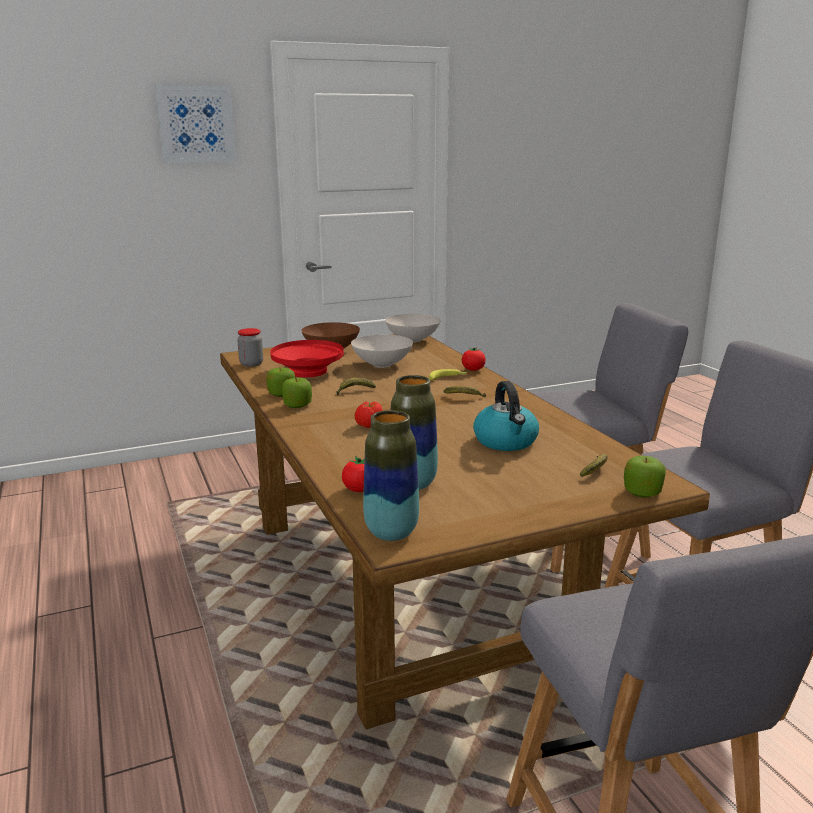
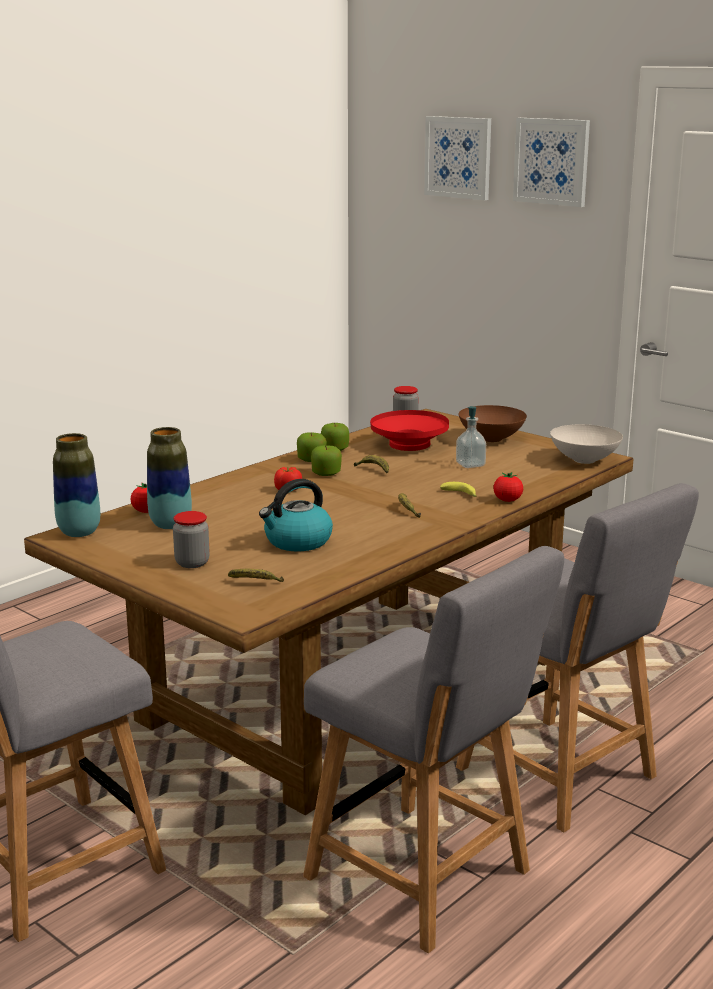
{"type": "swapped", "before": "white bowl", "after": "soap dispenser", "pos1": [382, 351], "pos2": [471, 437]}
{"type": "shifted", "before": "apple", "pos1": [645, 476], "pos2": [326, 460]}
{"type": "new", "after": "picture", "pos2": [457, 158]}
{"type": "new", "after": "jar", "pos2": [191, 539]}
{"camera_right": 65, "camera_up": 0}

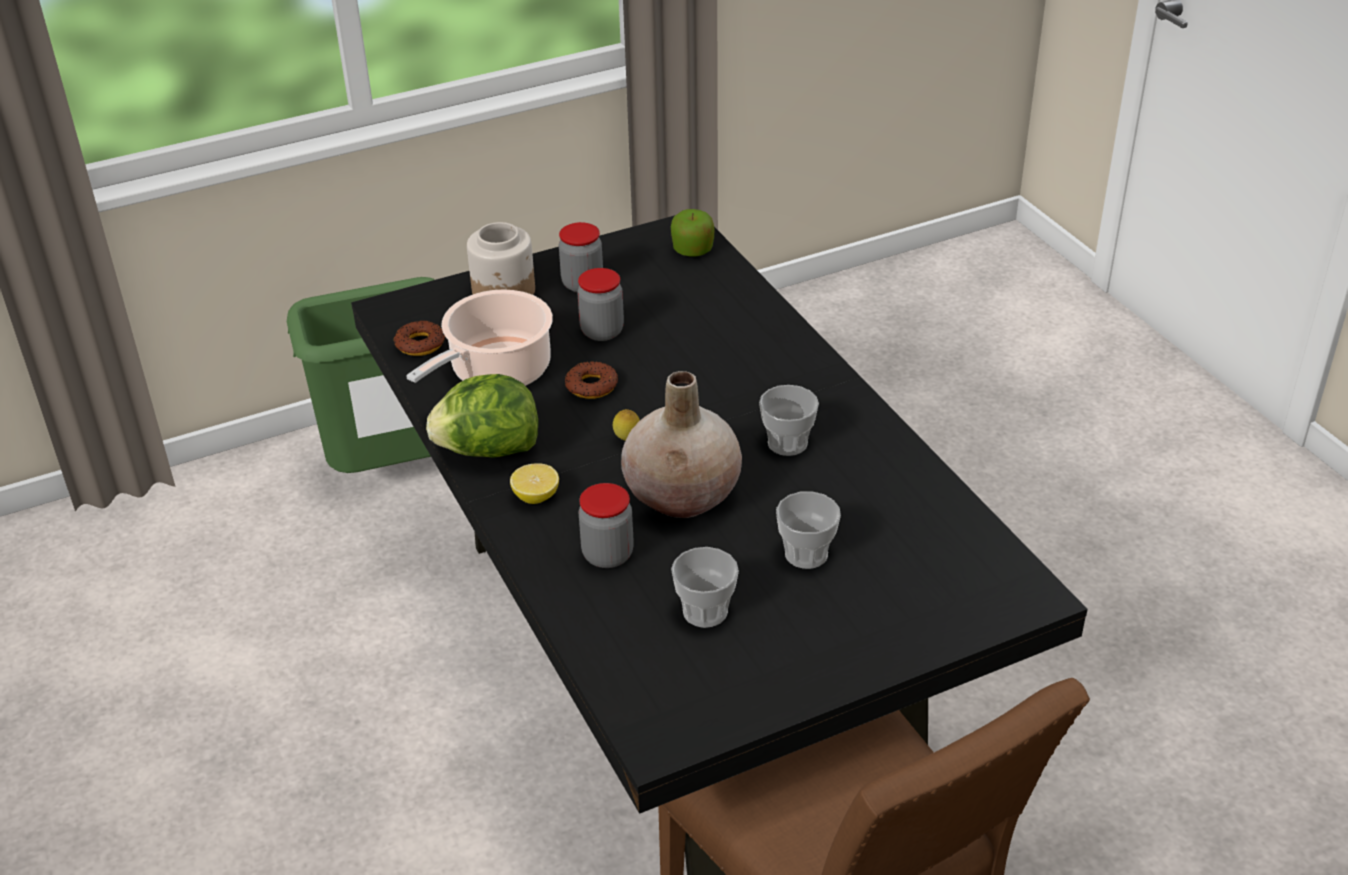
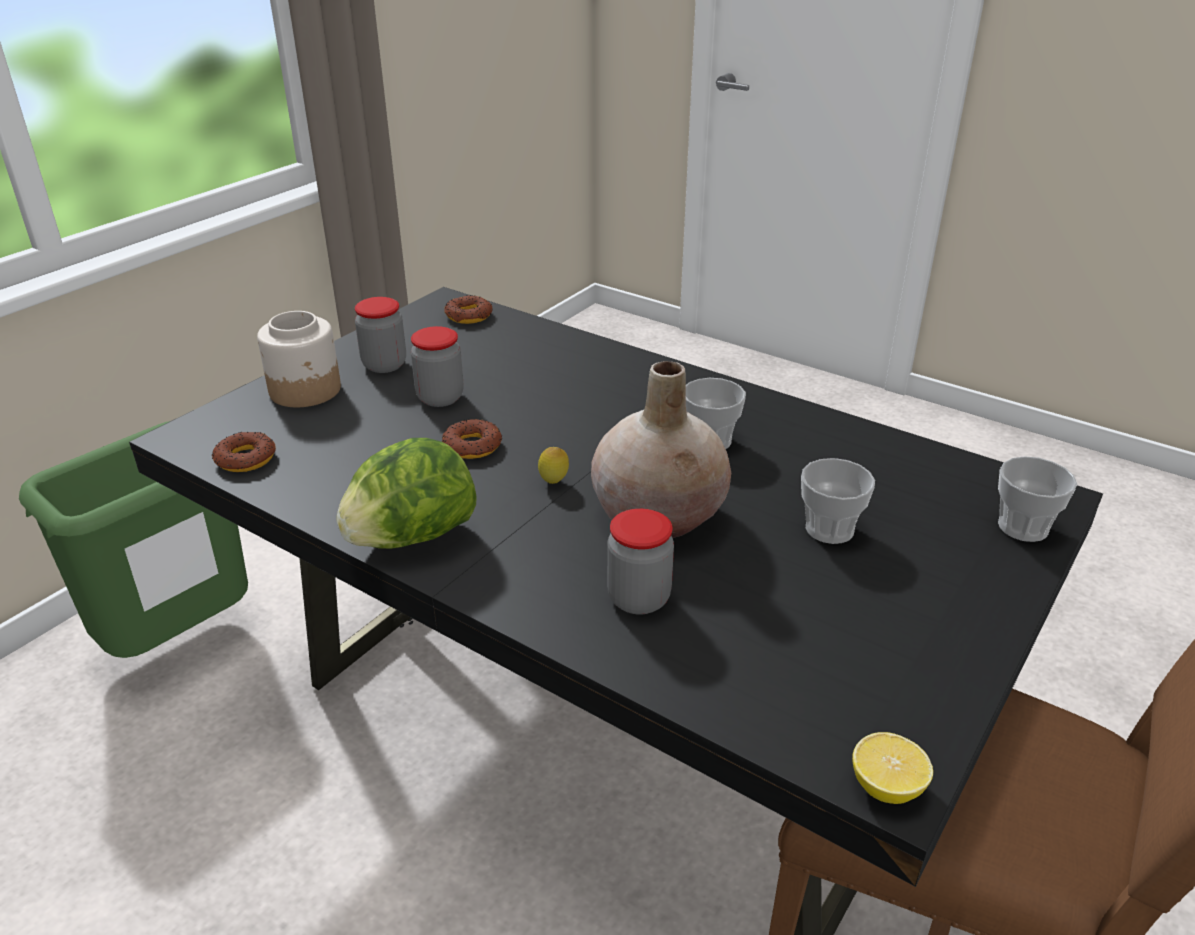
{"type": "swapped", "before": "apple", "after": "donut", "pos1": [692, 233], "pos2": [468, 309]}
{"type": "gone", "before": "cooking pot", "pos1": [479, 337]}
{"type": "shifted", "before": "lemon", "pos1": [534, 483], "pos2": [892, 768]}
{"type": "shifted", "before": "cup", "pos1": [705, 587], "pos2": [1037, 499]}
{"camera_right": -30, "camera_up": -5}

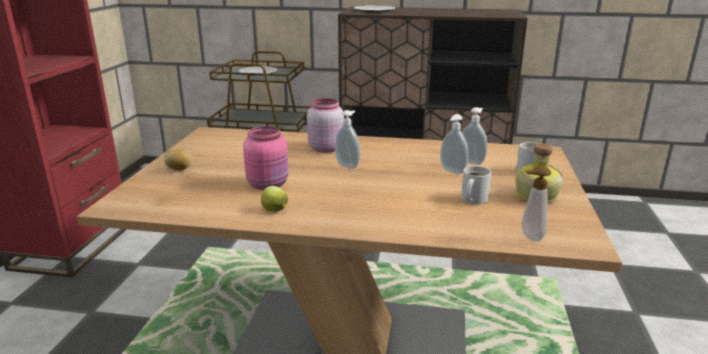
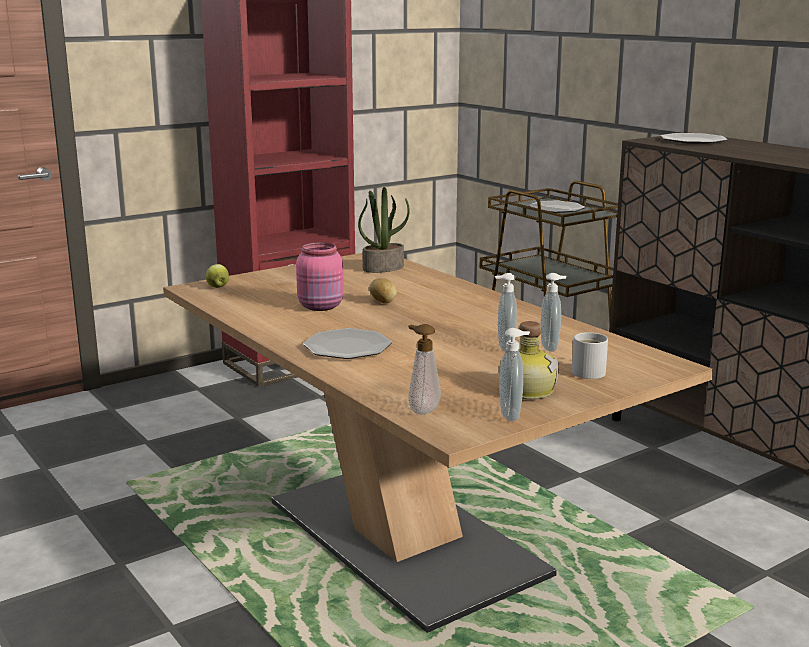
{"type": "gone", "before": "pink jar", "pos1": [325, 125]}
{"type": "shifted", "before": "soap dispenser", "pos1": [347, 139], "pos2": [514, 374]}
{"type": "shifted", "before": "potato", "pos1": [178, 159], "pos2": [383, 291]}
{"type": "gone", "before": "white mug", "pos1": [476, 185]}
{"type": "shifted", "before": "apple", "pos1": [274, 199], "pos2": [217, 276]}
{"type": "new", "after": "potted plant", "pos2": [384, 230]}
{"type": "new", "after": "plate", "pos2": [347, 343]}
{"camera_right": 45, "camera_up": -5}

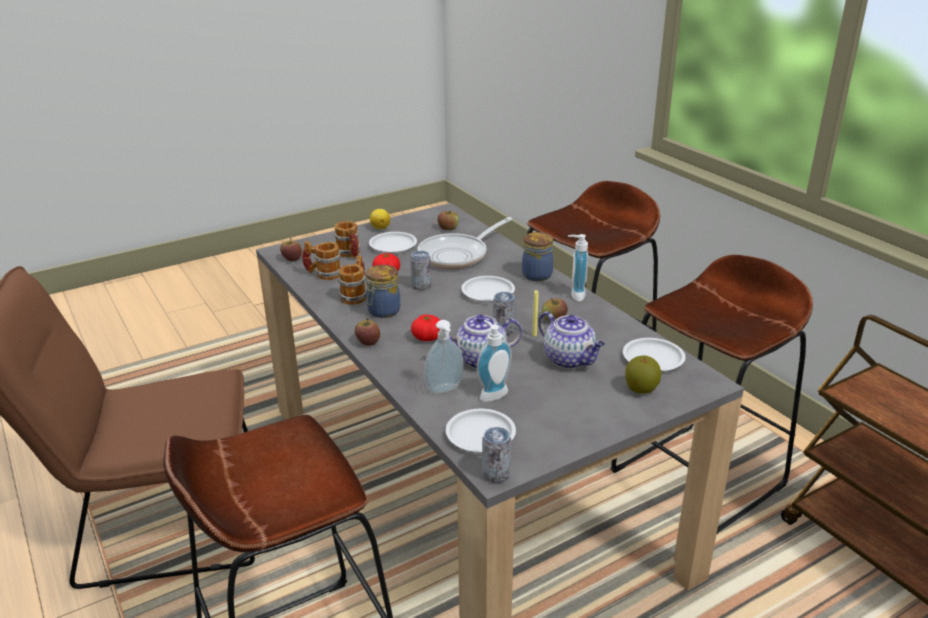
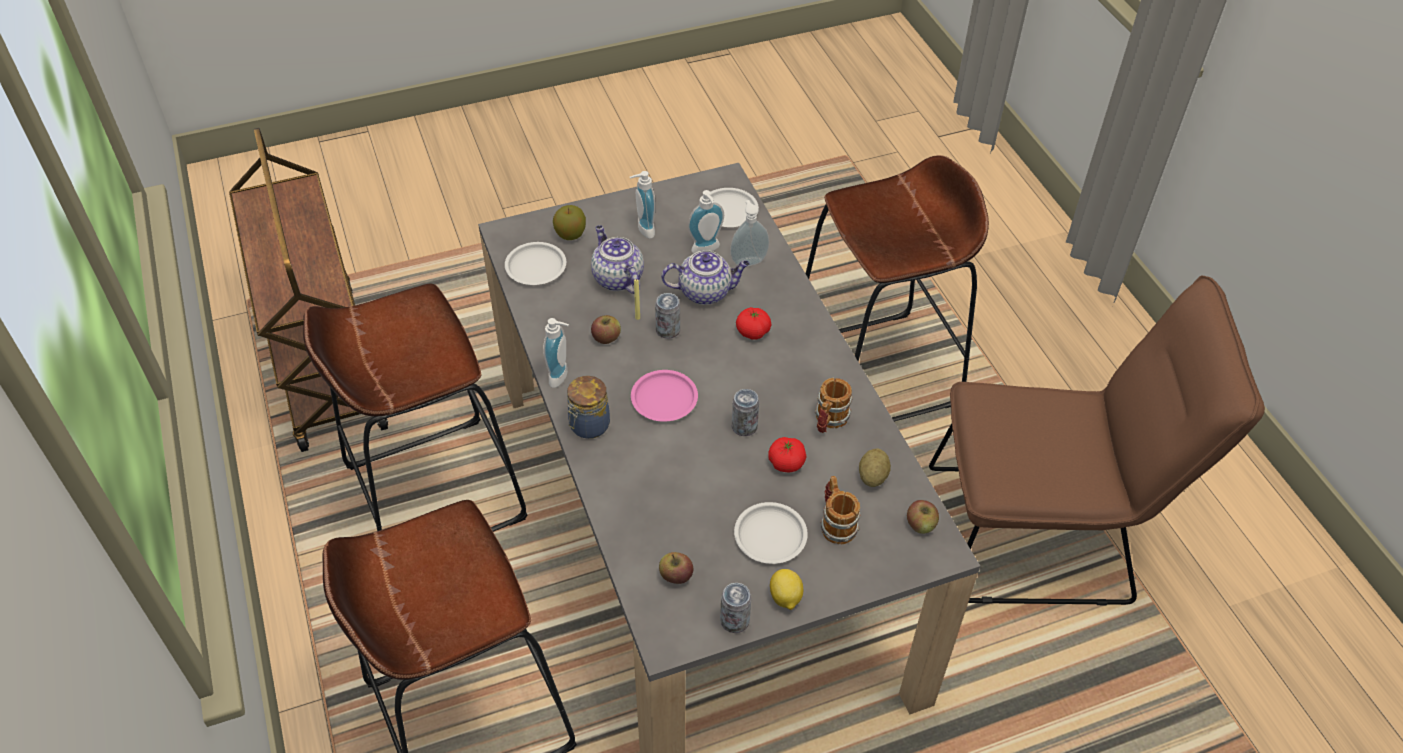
{"type": "gone", "before": "frying pan", "pos1": [465, 243]}
{"type": "swapped", "before": "mug", "after": "potato", "pos1": [322, 260], "pos2": [875, 468]}
{"type": "gone", "before": "jar", "pos1": [383, 291]}
{"type": "repainted", "before": "white plate", "after": "pink plate", "pos1": [488, 289], "pos2": [664, 396]}
{"type": "gone", "before": "apple", "pos1": [367, 332]}
{"type": "shifted", "before": "can", "pos1": [496, 455], "pos2": [736, 608]}
{"type": "new", "after": "soap dispenser", "pos2": [643, 205]}
{"camera_right": -170, "camera_up": 20}

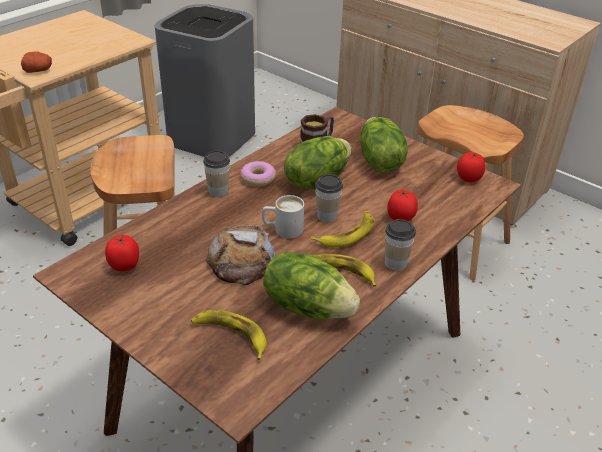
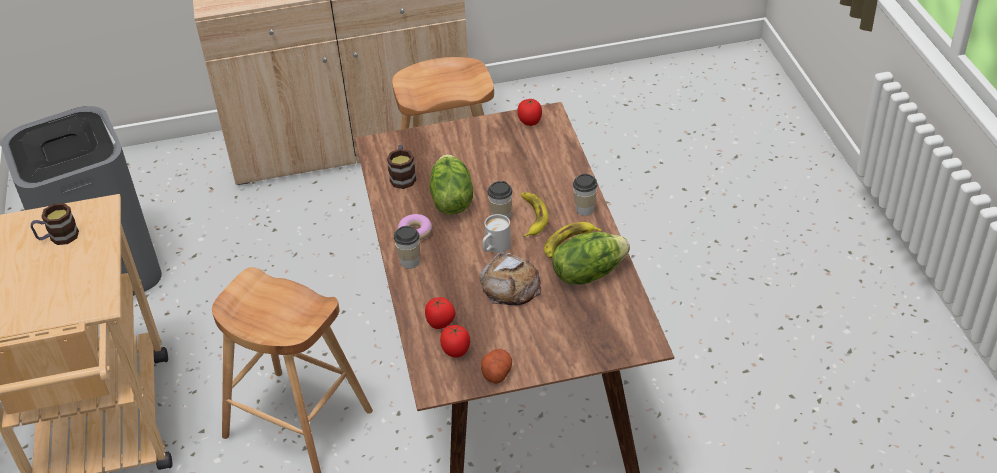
{"type": "shifted", "before": "potato", "pos1": [36, 62], "pos2": [496, 366]}
{"type": "gone", "before": "lettuce", "pos1": [384, 145]}
{"type": "shifted", "before": "tomato", "pos1": [402, 205], "pos2": [440, 313]}
{"type": "gone", "before": "banana", "pos1": [229, 335]}
{"type": "new", "after": "mug", "pos2": [55, 224]}
{"camera_right": -50, "camera_up": 5}

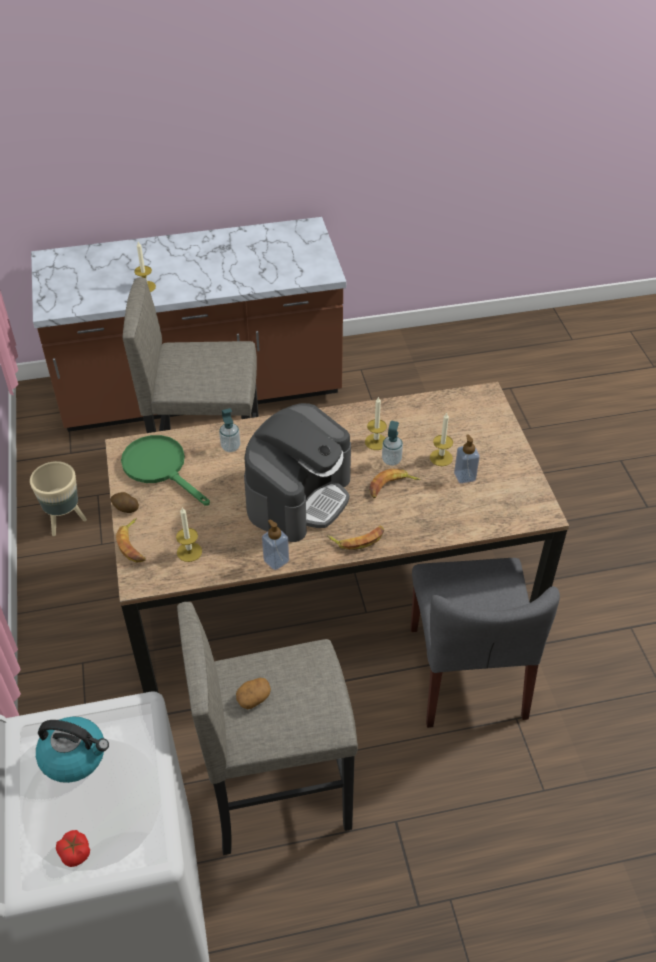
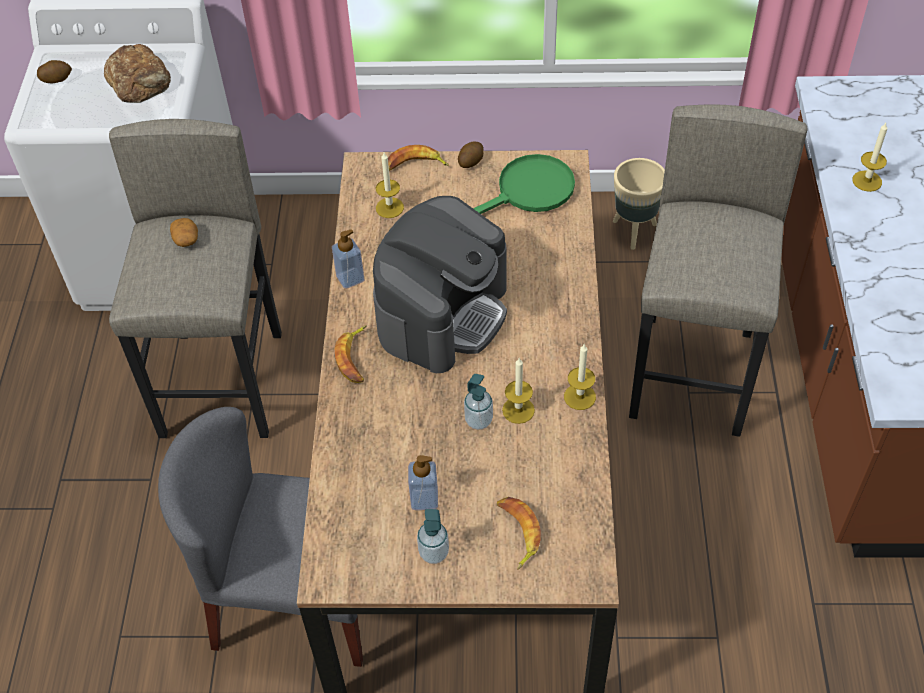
{"type": "rotated", "before": "coffee machine", "pos1": [297, 472], "pos2": [440, 284], "turn": -105}
{"type": "shifted", "before": "soap dispenser", "pos1": [230, 430], "pos2": [433, 536]}
{"type": "shifted", "before": "candle", "pos1": [441, 439], "pos2": [580, 377]}
{"type": "shifted", "before": "banana", "pos1": [395, 483], "pos2": [519, 533]}
{"type": "swapped", "before": "kettle", "after": "bread", "pos1": [72, 749], "pos2": [137, 73]}
{"type": "swapped", "before": "tomato", "after": "potato", "pos1": [73, 848], "pos2": [54, 71]}
{"camera_right": 105, "camera_up": 5}

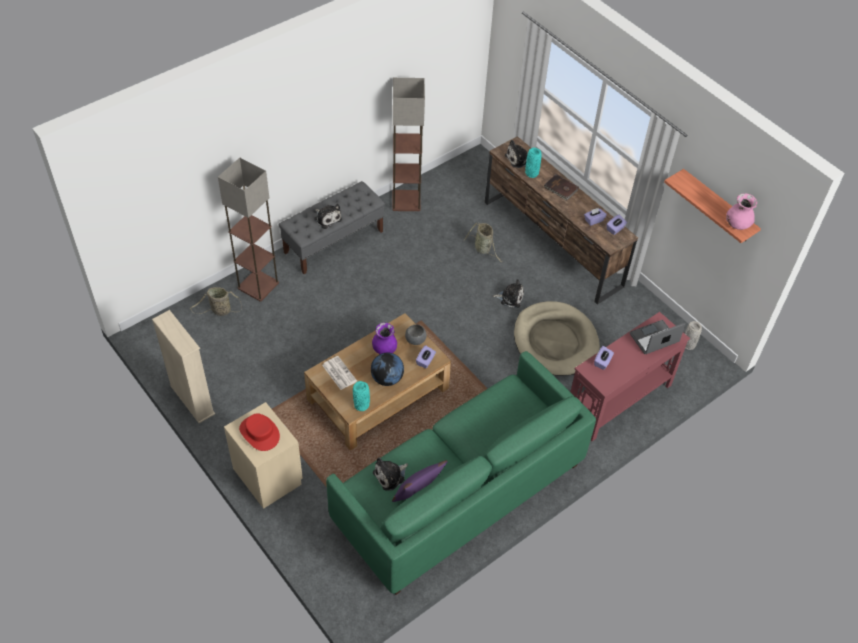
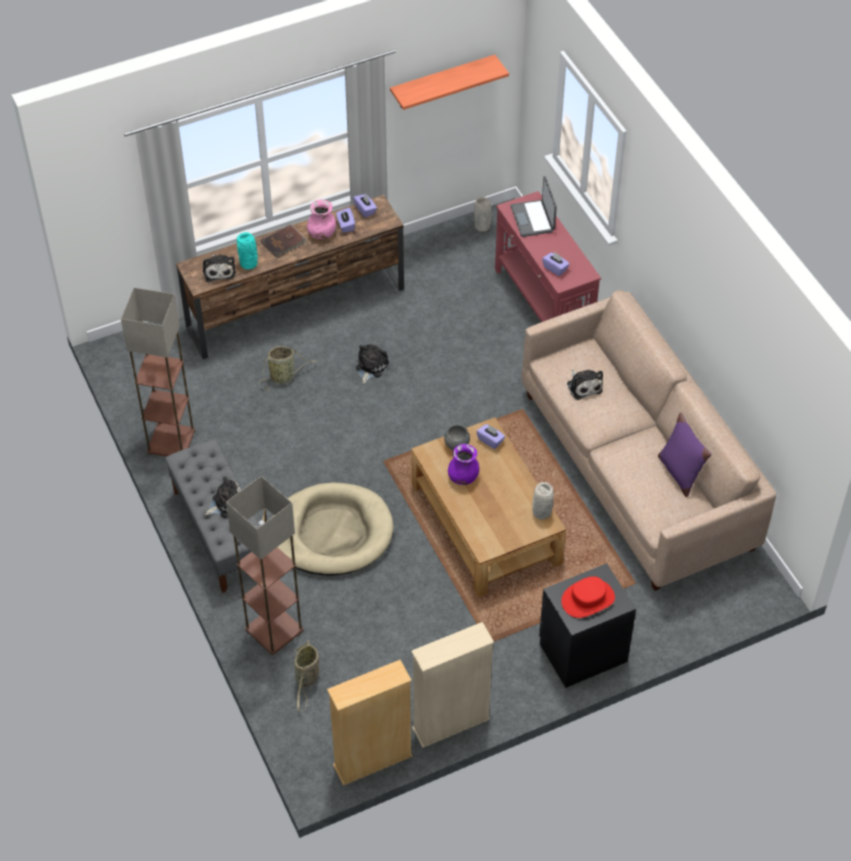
{"type": "shifted", "before": "pink vase", "pos1": [741, 211], "pos2": [321, 219]}
{"type": "shifted", "before": "beige dog bed", "pos1": [557, 338], "pos2": [333, 528]}
{"type": "repainted", "before": "green sofa", "after": "beige sofa", "pos1": [461, 473], "pos2": [648, 440]}
{"type": "gone", "before": "globe", "pos1": [387, 369]}
{"type": "gone", "before": "newspaper", "pos1": [339, 373]}
{"type": "repainted", "before": "turquoise vase", "after": "grey vase", "pos1": [361, 396], "pos2": [543, 501]}
{"type": "repainted", "before": "beige nightstand", "after": "black nightstand", "pos1": [263, 455], "pos2": [587, 625]}
{"type": "shifted", "before": "plush toy", "pos1": [390, 474], "pos2": [585, 385]}
{"type": "new", "after": "beige bookcase", "pos2": [369, 723]}
{"camera_right": -75, "camera_up": 0}

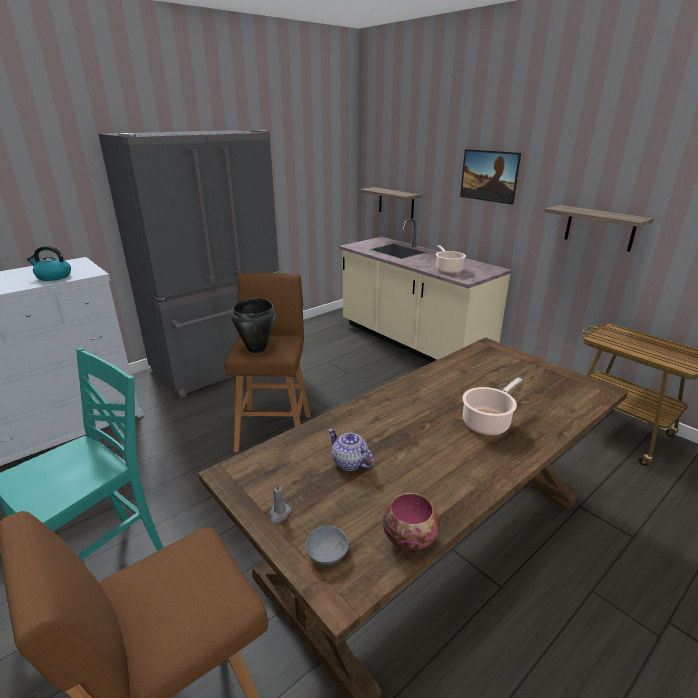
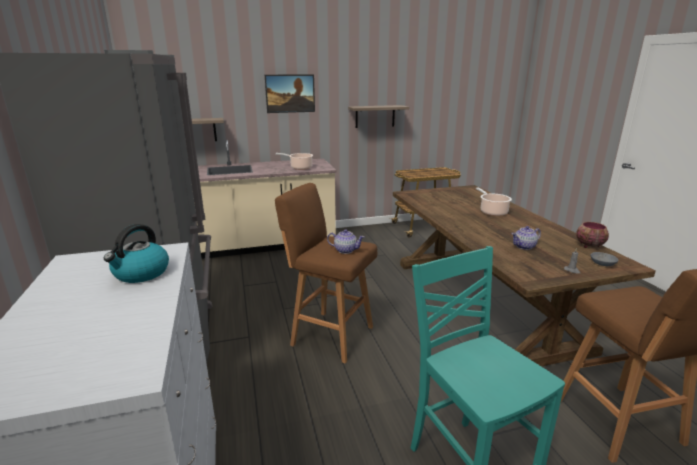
{"type": "swapped", "before": "black cooking pot", "after": "teapot", "pos1": [253, 325], "pos2": [345, 242]}
{"camera_right": -65, "camera_up": -5}

